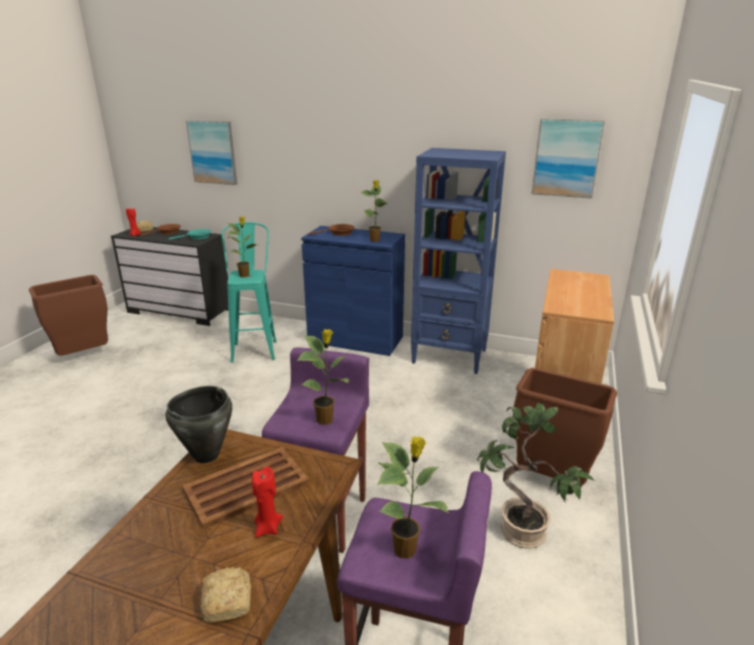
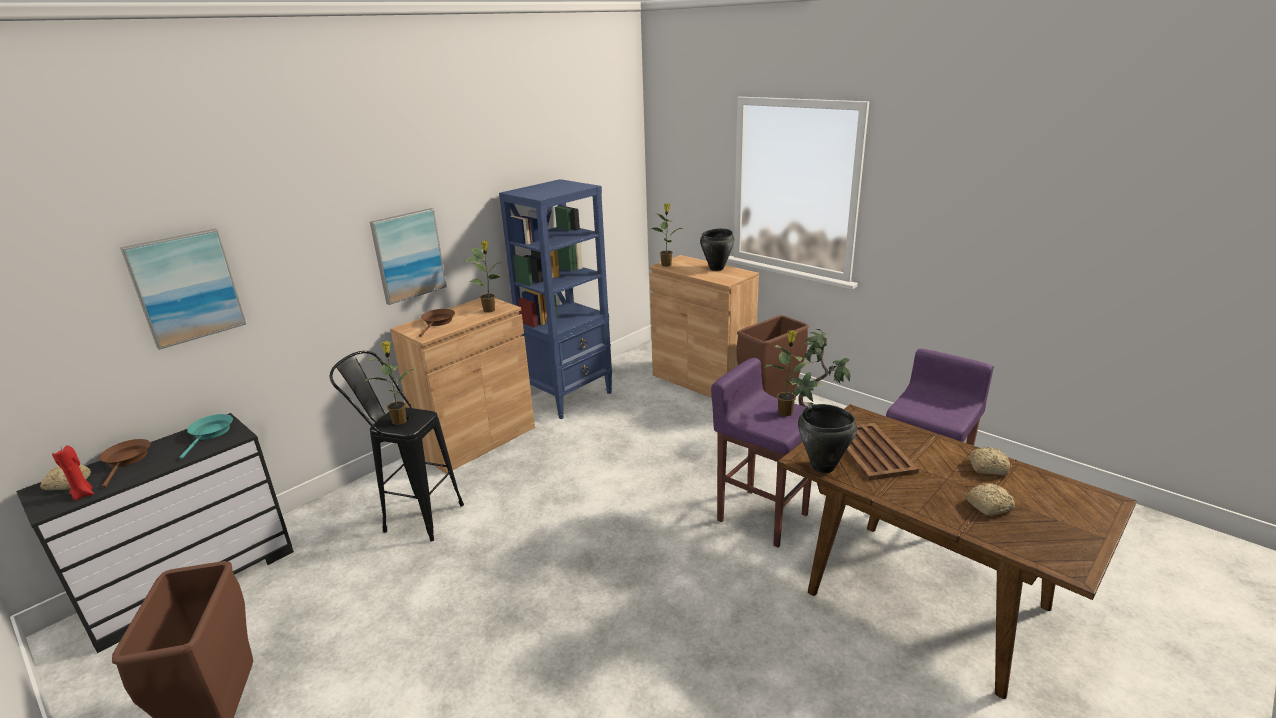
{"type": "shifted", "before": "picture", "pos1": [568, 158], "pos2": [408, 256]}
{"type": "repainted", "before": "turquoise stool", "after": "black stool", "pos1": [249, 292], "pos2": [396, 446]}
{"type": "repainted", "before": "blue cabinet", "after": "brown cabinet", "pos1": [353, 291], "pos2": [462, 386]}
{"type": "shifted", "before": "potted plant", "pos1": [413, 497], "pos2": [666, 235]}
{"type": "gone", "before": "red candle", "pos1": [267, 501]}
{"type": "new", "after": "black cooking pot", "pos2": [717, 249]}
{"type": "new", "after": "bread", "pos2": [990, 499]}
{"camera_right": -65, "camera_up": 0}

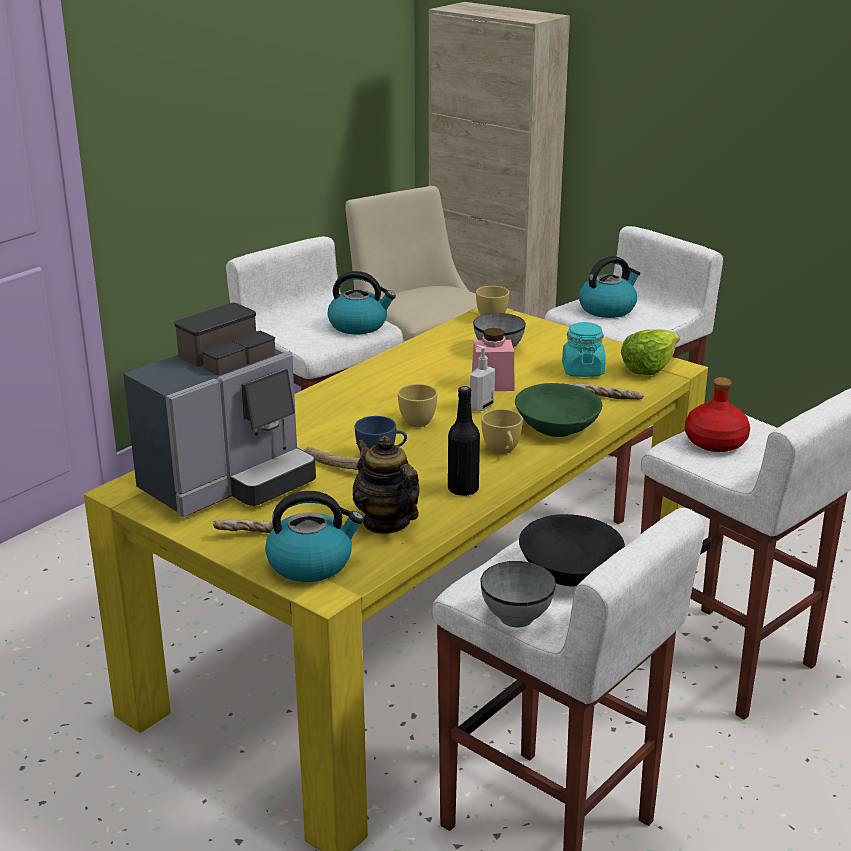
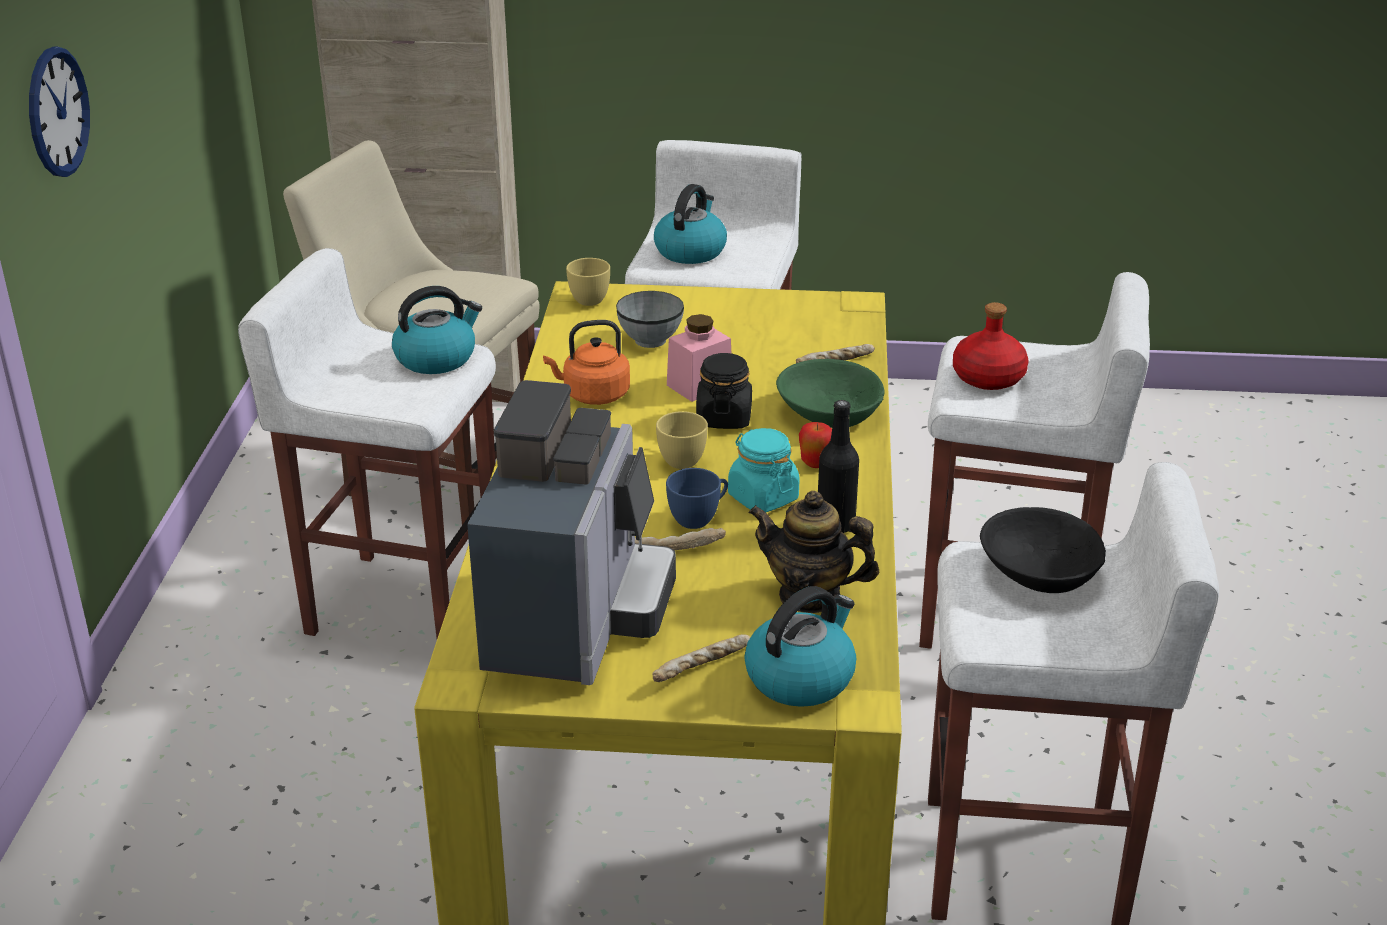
{"type": "shifted", "before": "turquoise jar", "pos1": [584, 349], "pos2": [764, 470]}
{"type": "gone", "before": "lettuce", "pos1": [650, 352]}
{"type": "swapped", "before": "soap dispenser", "after": "black jar", "pos1": [482, 378], "pos2": [724, 391]}
{"type": "swapped", "before": "yellow cup", "after": "apple", "pos1": [502, 431], "pos2": [815, 445]}
{"type": "gone", "before": "grey bowl", "pos1": [518, 594]}
{"type": "new", "after": "wall clock", "pos2": [59, 112]}
{"type": "new", "after": "orange kettle", "pos2": [586, 362]}
{"camera_right": -35, "camera_up": 5}

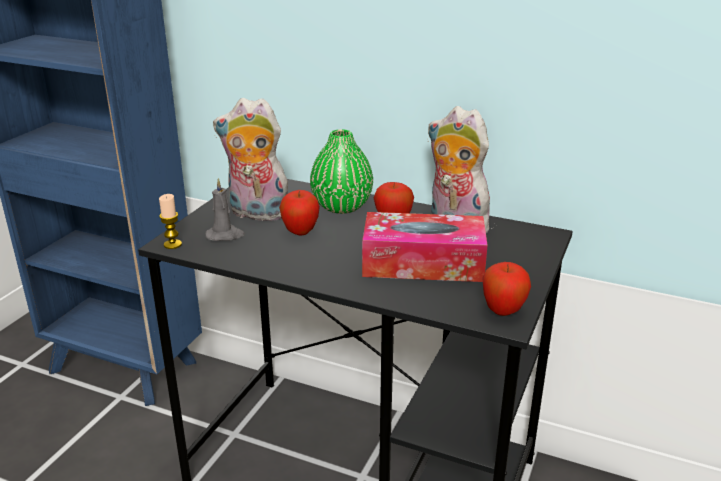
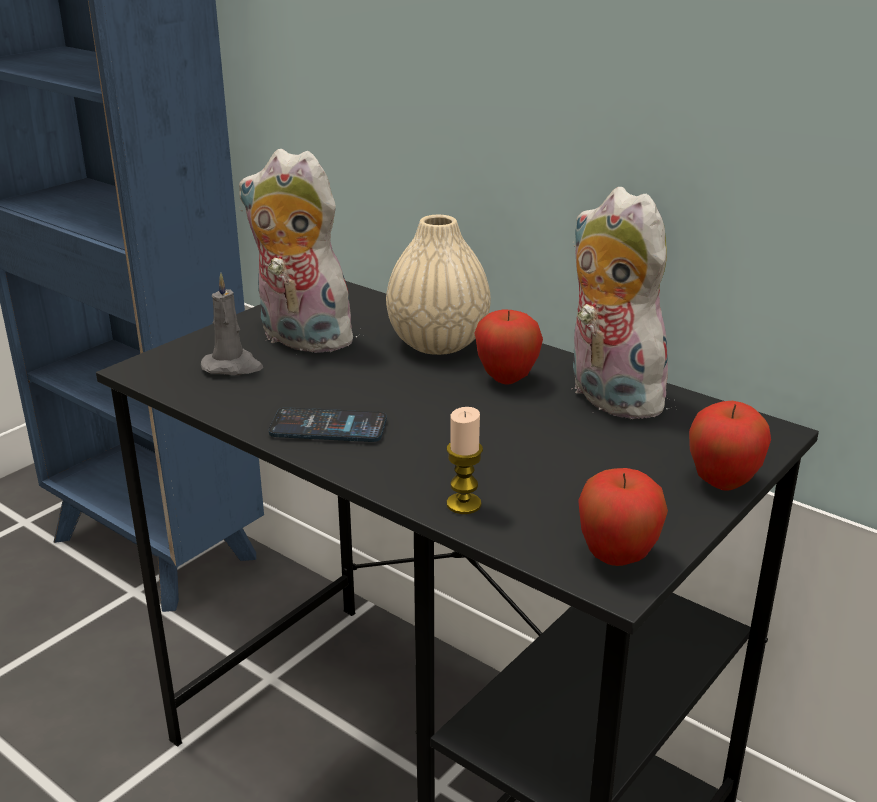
{"type": "repainted", "before": "green vase", "after": "beige vase", "pos1": [341, 171], "pos2": [438, 285]}
{"type": "shifted", "before": "apple", "pos1": [299, 213], "pos2": [730, 446]}
{"type": "shifted", "before": "candle", "pos1": [170, 221], "pos2": [464, 460]}
{"type": "gone", "before": "tissue box", "pos1": [425, 247]}
{"type": "new", "after": "phone", "pos2": [328, 424]}
{"camera_right": 15, "camera_up": 0}

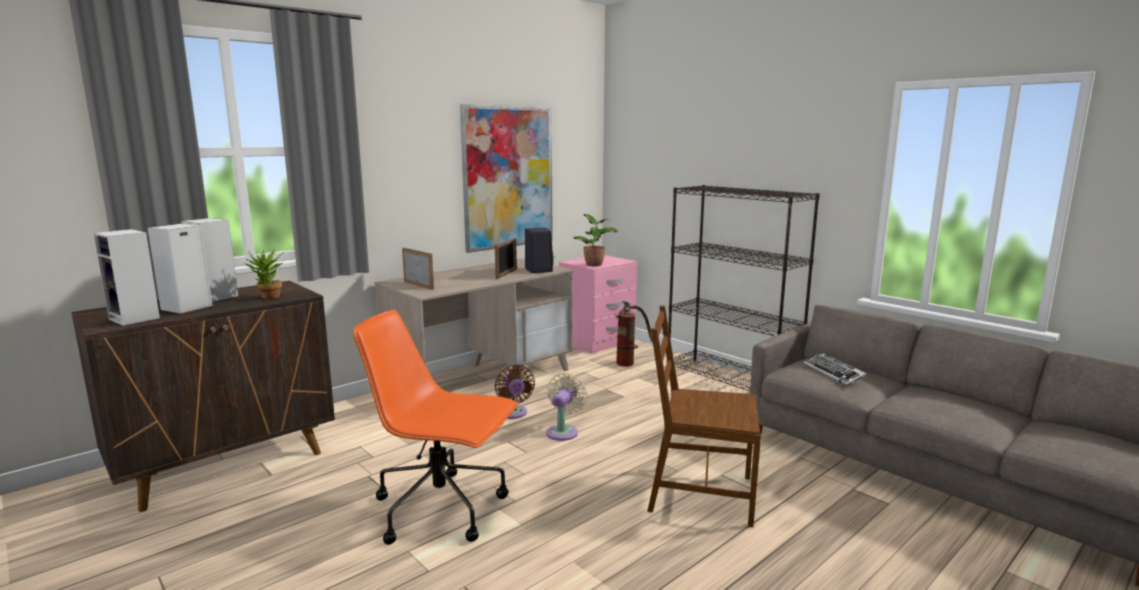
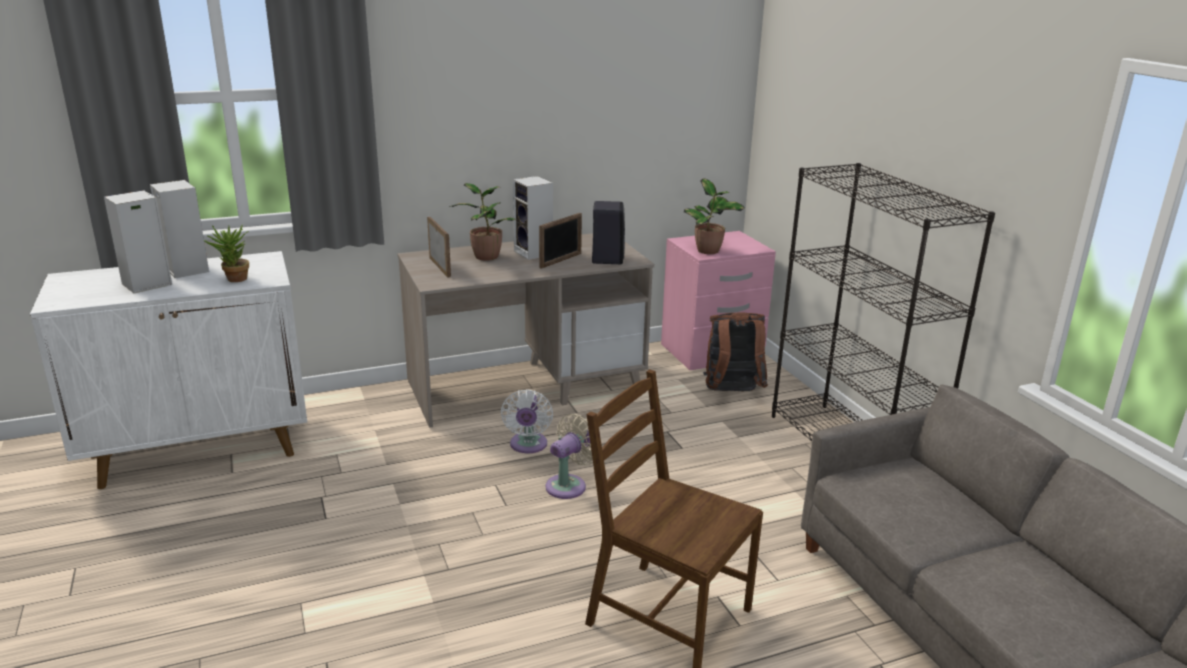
{"type": "gone", "before": "picture", "pos1": [506, 178]}
{"type": "shifted", "before": "speaker", "pos1": [126, 277], "pos2": [533, 218]}
{"type": "repainted", "before": "brown cabinet", "after": "white cabinet", "pos1": [203, 396], "pos2": [168, 370]}
{"type": "swapped", "before": "fire extinguisher", "after": "brown backpack", "pos1": [634, 334], "pos2": [735, 351]}
{"type": "gone", "before": "orange office chair", "pos1": [435, 427]}
{"type": "gone", "before": "keyboard", "pos1": [835, 369]}
{"type": "repainted", "before": "brown fan", "after": "white fan", "pos1": [515, 392], "pos2": [527, 421]}
{"type": "new", "after": "potted plant", "pos2": [483, 222]}
{"camera_right": 20, "camera_up": 10}

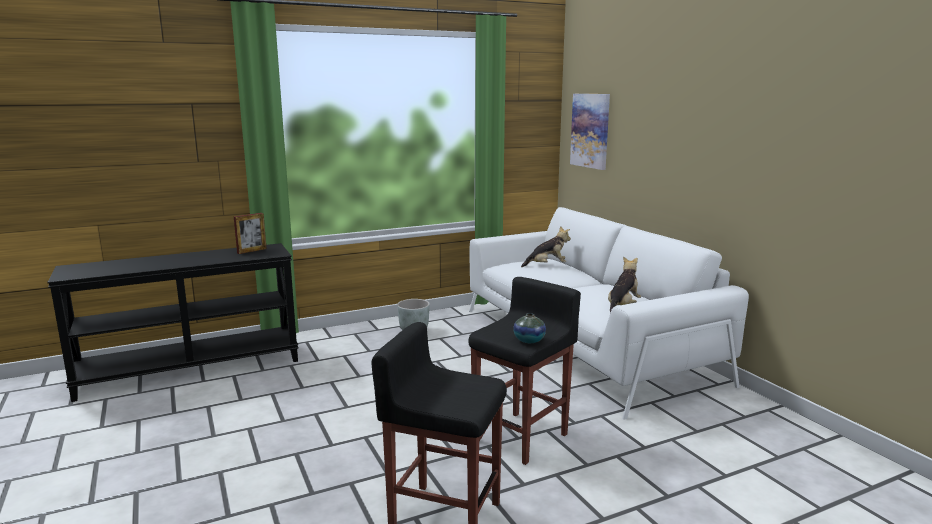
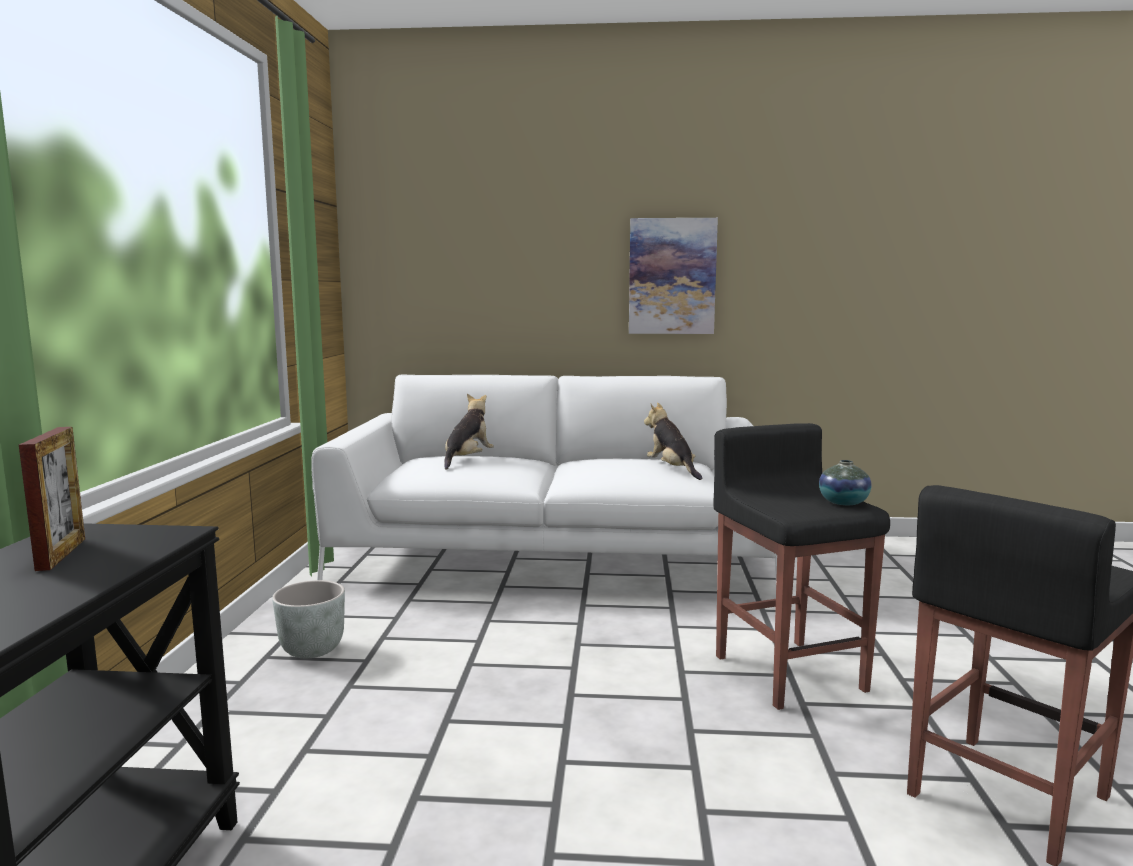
{"type": "shifted", "before": "picture", "pos1": [590, 132], "pos2": [673, 276]}
{"camera_right": -60, "camera_up": -5}

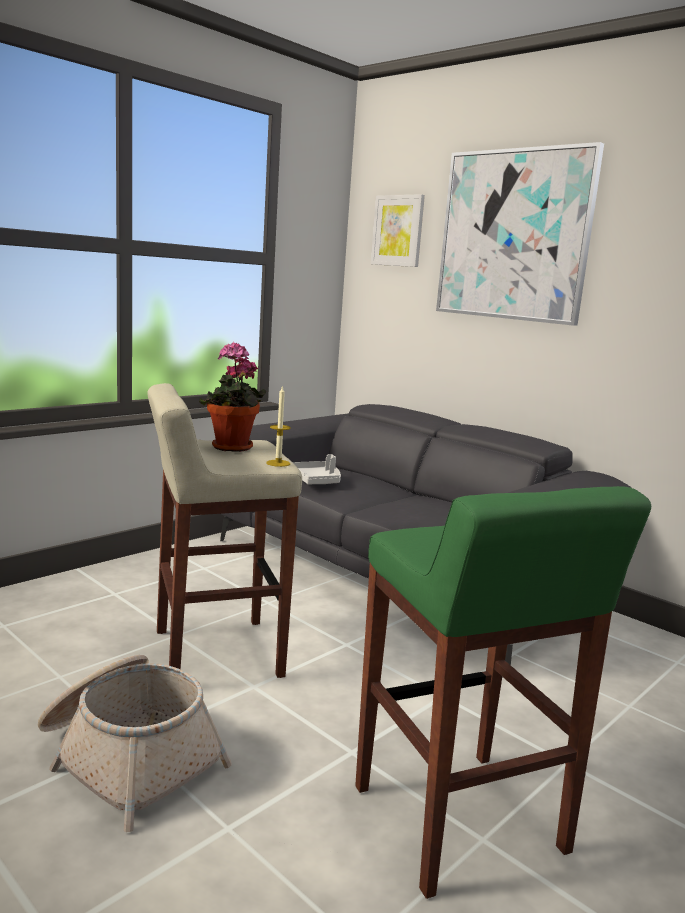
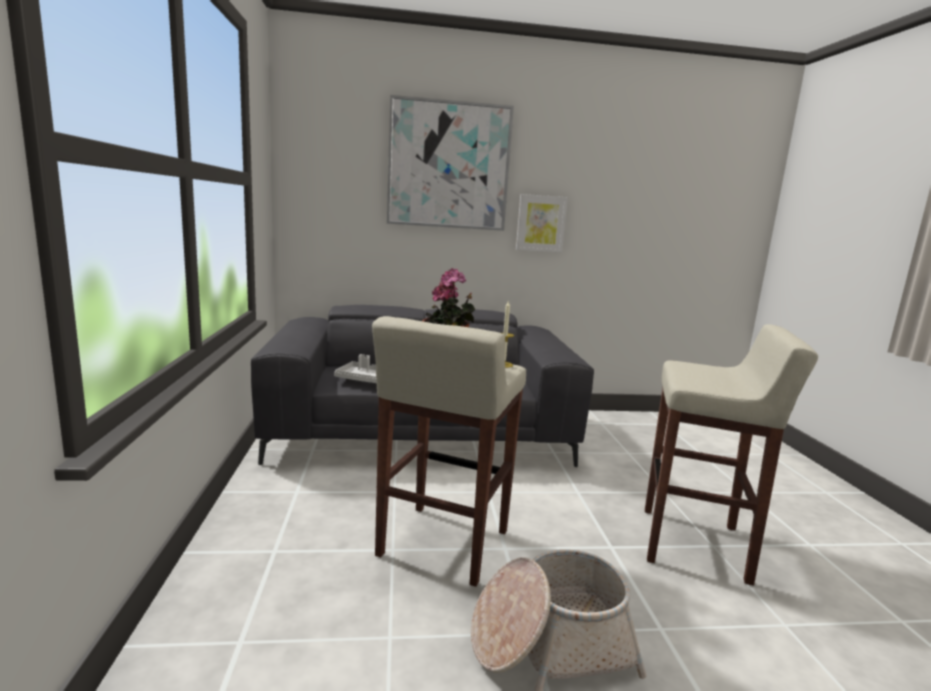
{"type": "shifted", "before": "picture", "pos1": [398, 230], "pos2": [542, 223]}
{"type": "repainted", "before": "green stool", "after": "beige stool", "pos1": [503, 692], "pos2": [731, 454]}
{"camera_right": -50, "camera_up": 0}

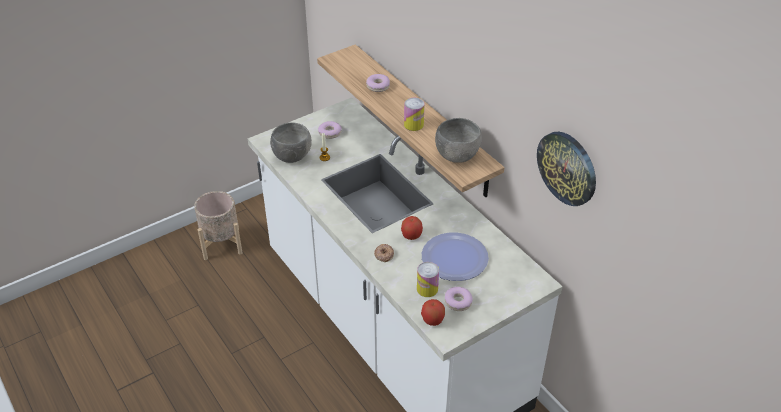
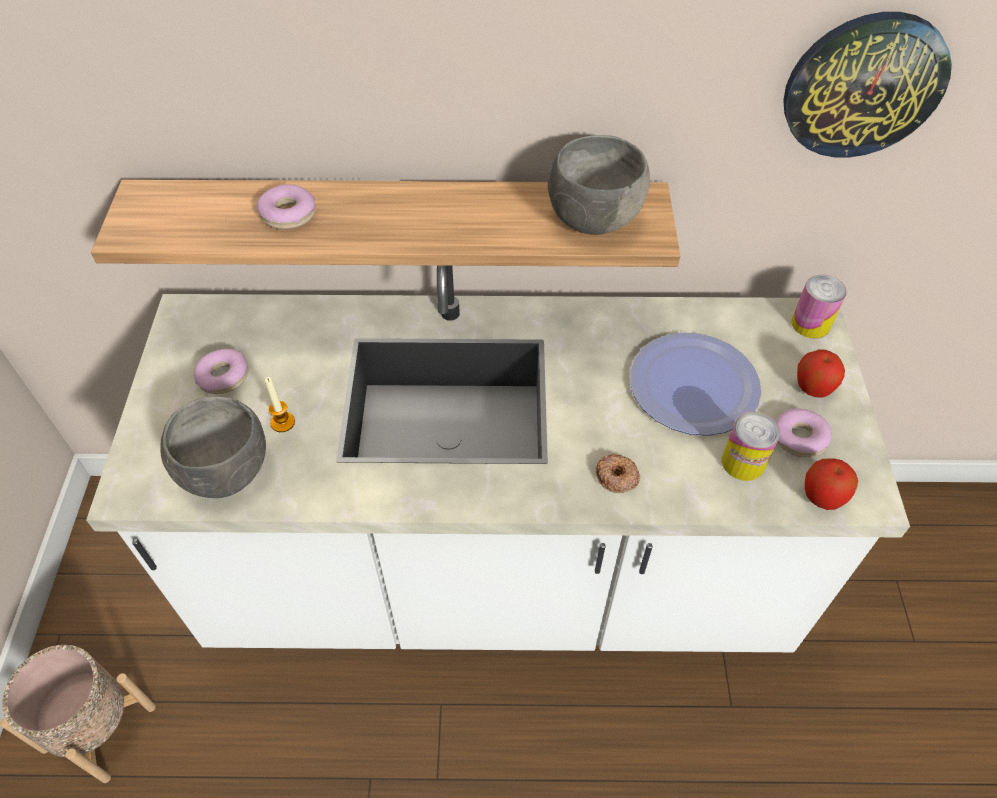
{"type": "shifted", "before": "can", "pos1": [414, 114], "pos2": [819, 306]}
{"type": "shifted", "before": "apple", "pos1": [412, 228], "pos2": [821, 373]}
{"camera_right": -55, "camera_up": 10}

